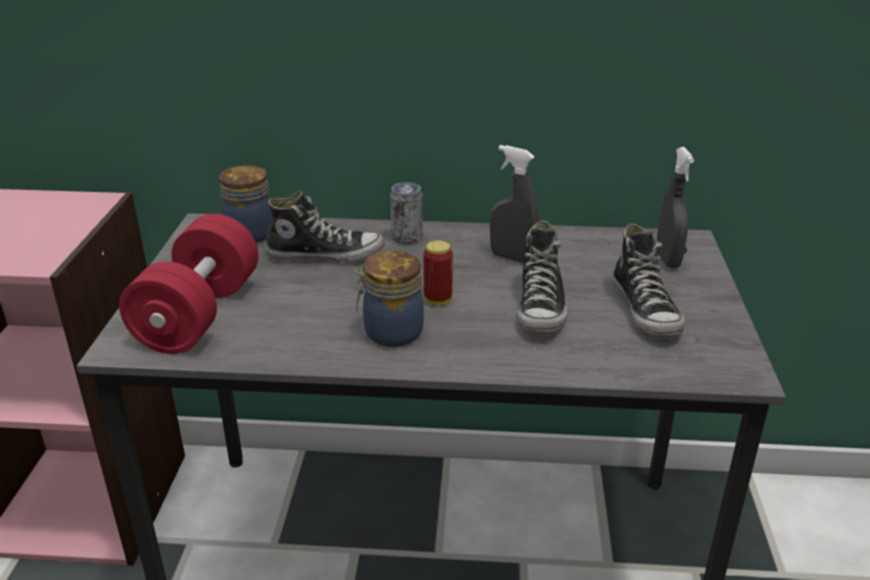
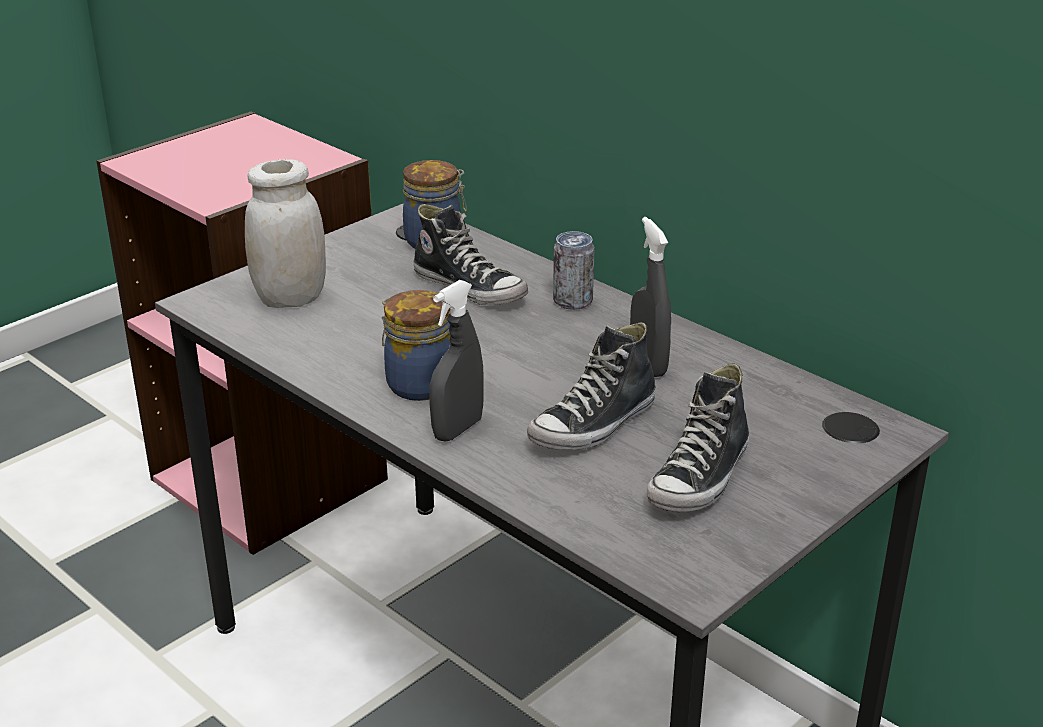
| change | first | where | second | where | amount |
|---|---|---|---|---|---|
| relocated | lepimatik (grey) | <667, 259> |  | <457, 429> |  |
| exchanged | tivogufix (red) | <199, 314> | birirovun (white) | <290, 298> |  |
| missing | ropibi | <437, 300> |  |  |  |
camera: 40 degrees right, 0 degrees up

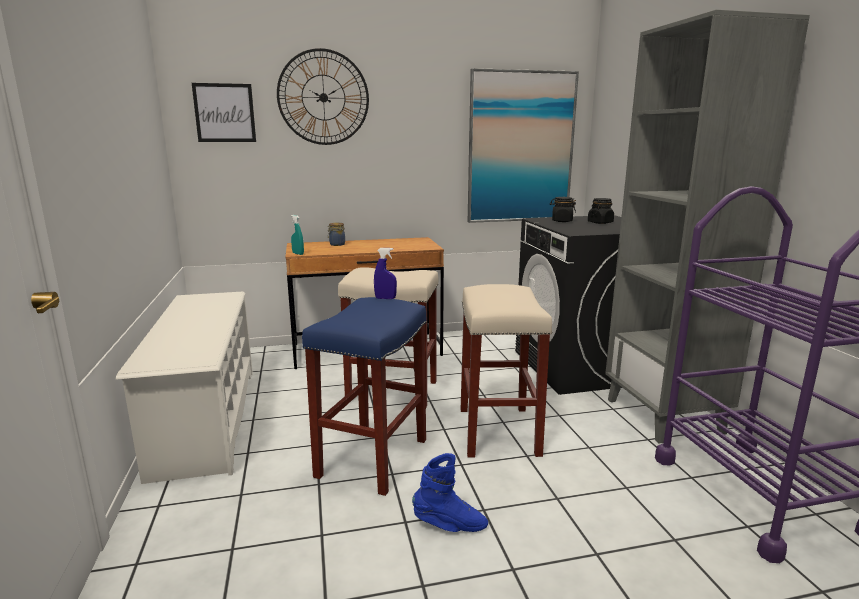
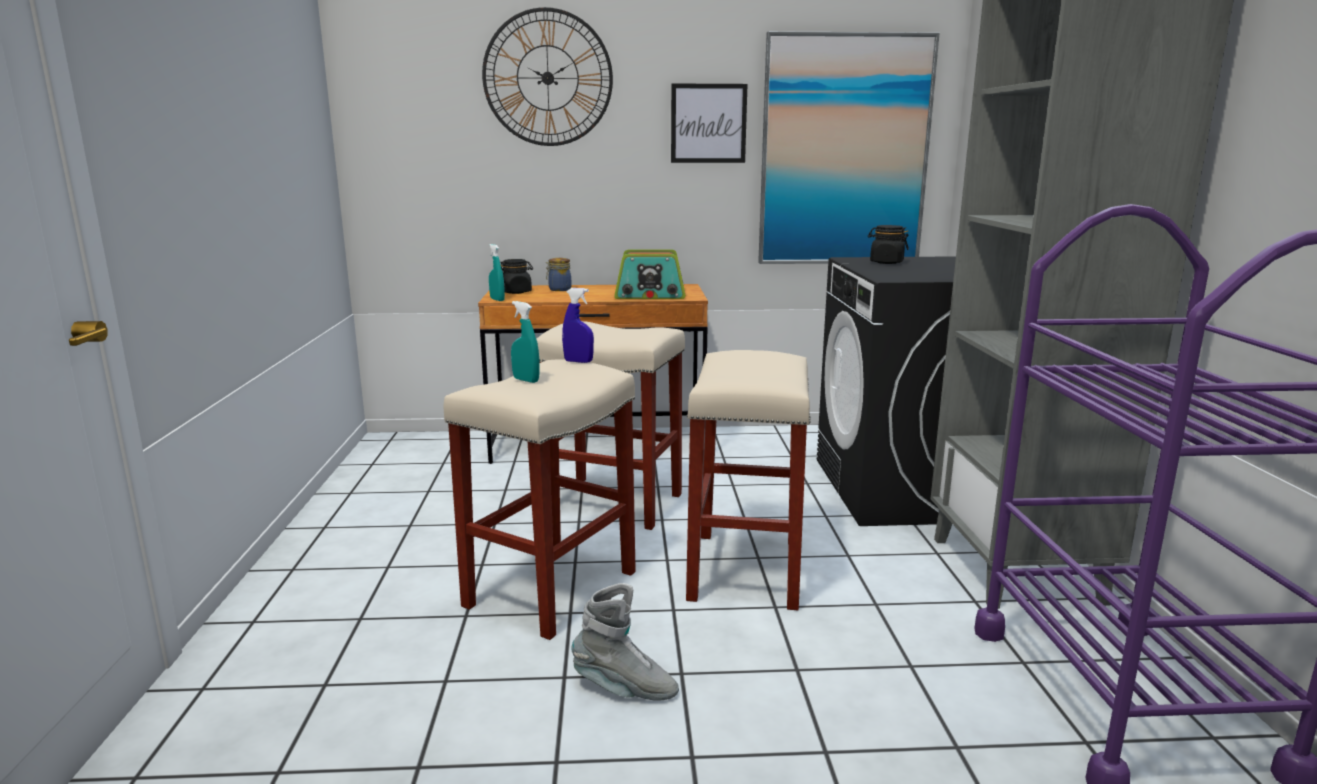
| change | first | where | second | where | amount |
|---|---|---|---|---|---|
| relocated | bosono | <224, 113> |  | <708, 123> |  |
| relocated | birirovun (black) | <600, 222> |  | <516, 292> |  |
| missing | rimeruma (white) | <206, 418> |  |  |  |
| colour | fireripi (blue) | <372, 457> | fireripi (beige) | <552, 587> |  |
| colour | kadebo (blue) | <450, 525> | kadebo (grey) | <624, 689> |  |
| appeared |  |  | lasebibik | <650, 295> |  |
| appeared |  |  | lepimatik (turquoise) | <526, 380> |  |
camera: 10 degrees right, 0 degrees up

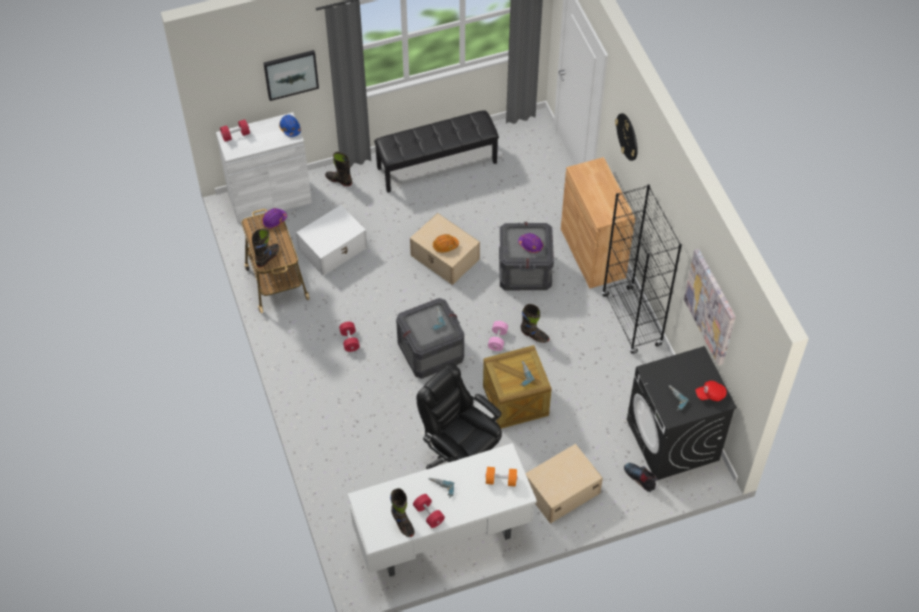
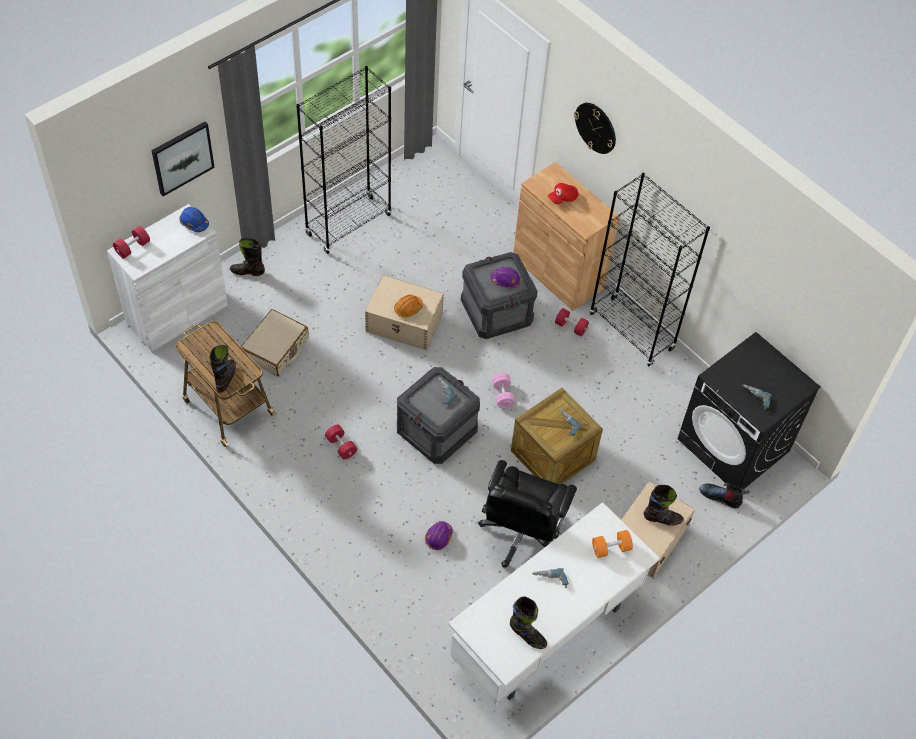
| change | first | where | second | where | amount |
|---|---|---|---|---|---|
| exchanged | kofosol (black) | <437, 164> | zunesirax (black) | <348, 224> |  |
| exchanged | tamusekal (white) | <333, 248> | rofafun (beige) | <275, 349> |  |
| relocated | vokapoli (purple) | <274, 220> |  | <438, 537> |  |
| missing | bosono | <711, 306> |  |  |  |
| relocated | kadebo (black) | <534, 335> |  | <662, 519> |  |
| spun | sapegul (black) | <460, 454> |  | <522, 534> | 90 degrees counterclockwise |
| relocated | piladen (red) | <710, 394> |  | <562, 198> |  |
| relocated | tivogufix (red) | <428, 514> |  | <571, 327> |  |
camera: 25 degrees left, 0 degrees up

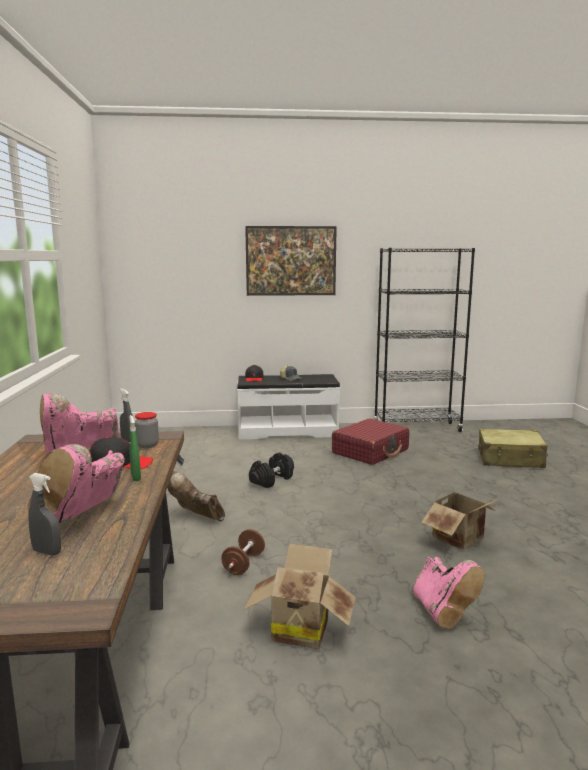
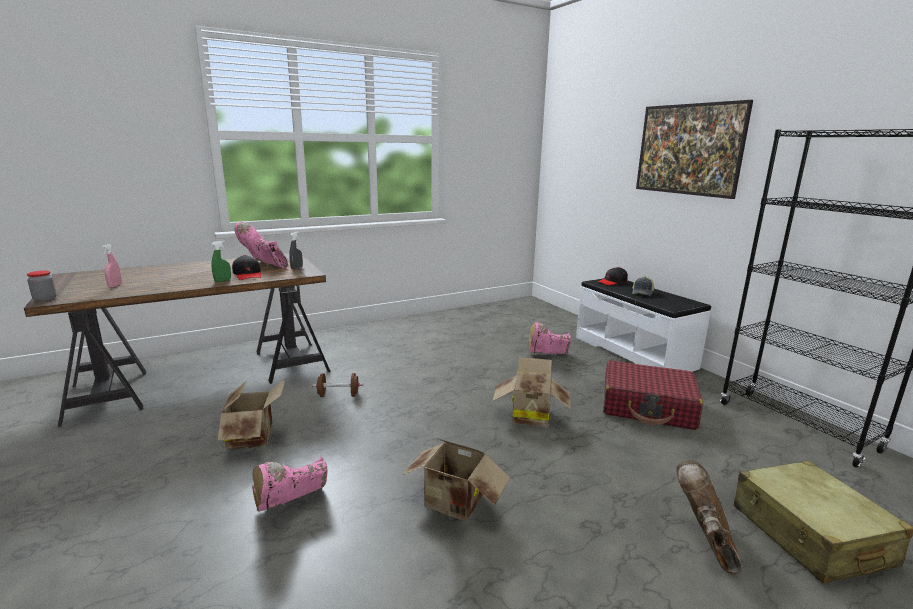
| change | first | where | second | where | amount |
|---|---|---|---|---|---|
| relocated | birirovun | <147, 445> |  | <45, 299> |  |
| relocated | kadebo (pink) | <82, 520> |  | <546, 356> |  |
| missing | tivogufix (black) | <271, 480> |  |  |  |
| relocated | kadebo (brown) | <197, 517> |  | <705, 541> |  |
| colour | lepimatik (grey) | <47, 552> | lepimatik (pink) | <115, 286> |  |
| appeared |  |  | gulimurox | <529, 415> |  |
camera: 65 degrees right, 5 degrees up

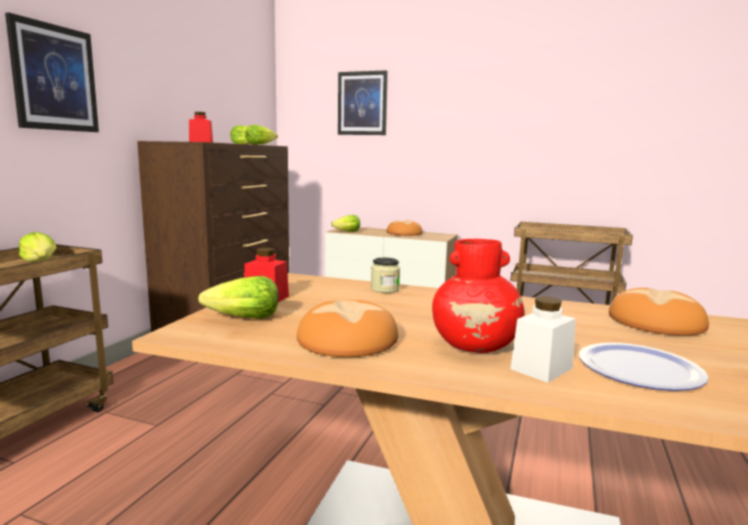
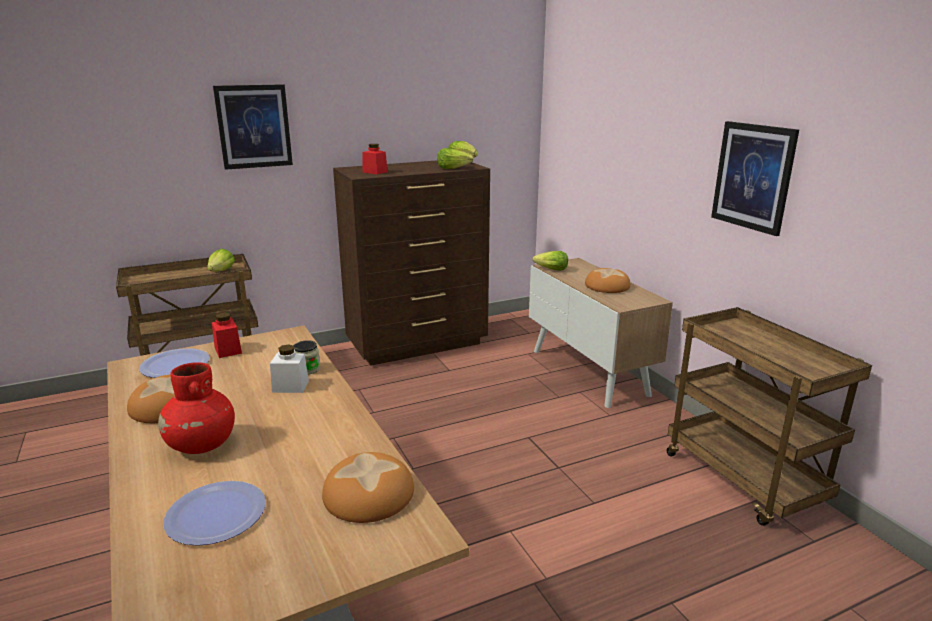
| change | first | where | second | where | amount |
|---|---|---|---|---|---|
| relocated | bosono | <362, 103> |  | <753, 177> |  |
| exchanged | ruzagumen | <243, 318> | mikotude | <175, 365> |  |
| relocated | birirovun (white) | <541, 368> |  | <290, 386> |  |
camera: 45 degrees right, 10 degrees up

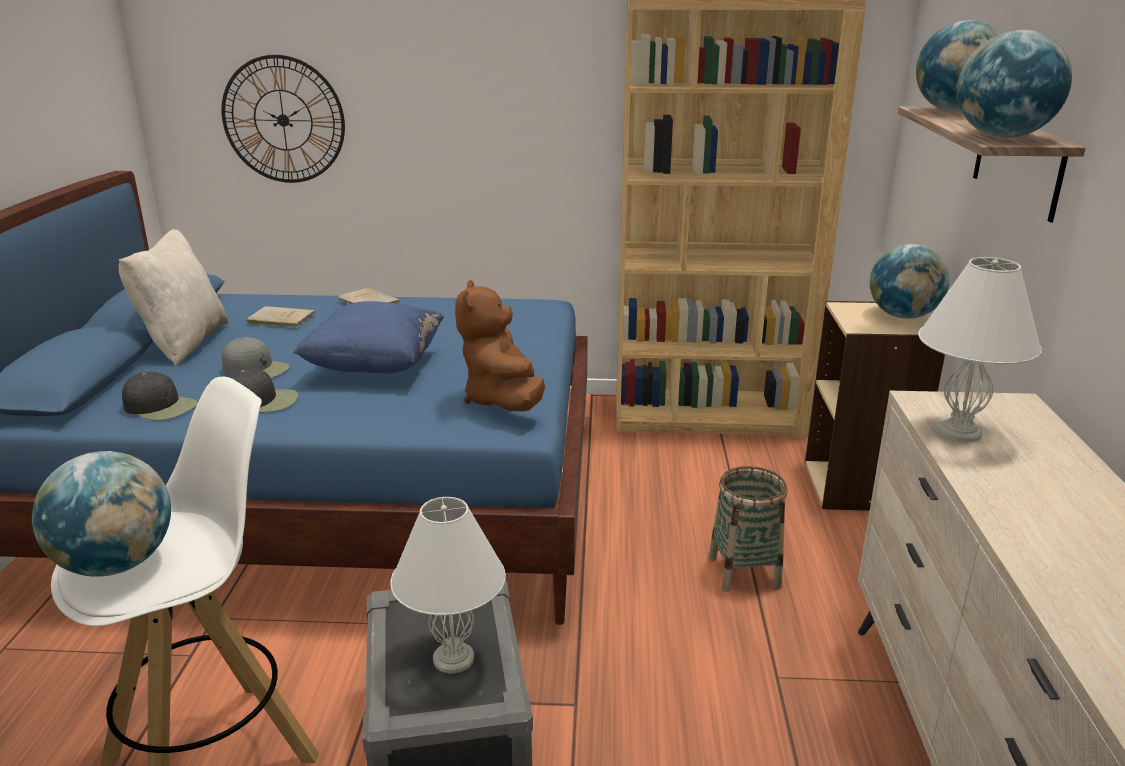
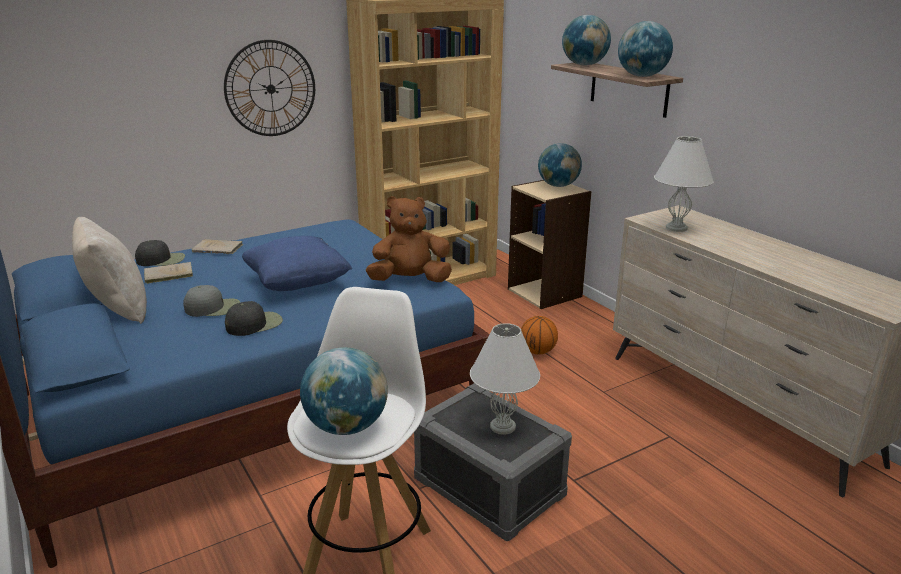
| change | first | where | second | where | amount |
|---|---|---|---|---|---|
| relocated | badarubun | <283, 120> |  | <270, 88> |  |
| spun | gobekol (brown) | <503, 400> |  | <410, 280> | 120 degrees clockwise |
| relocated | piladen (black) | <161, 406> |  | <161, 260> |  |
| exchanged | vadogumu | <744, 572> | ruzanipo | <537, 351> |  |
camera: 35 degrees left, 0 degrees up

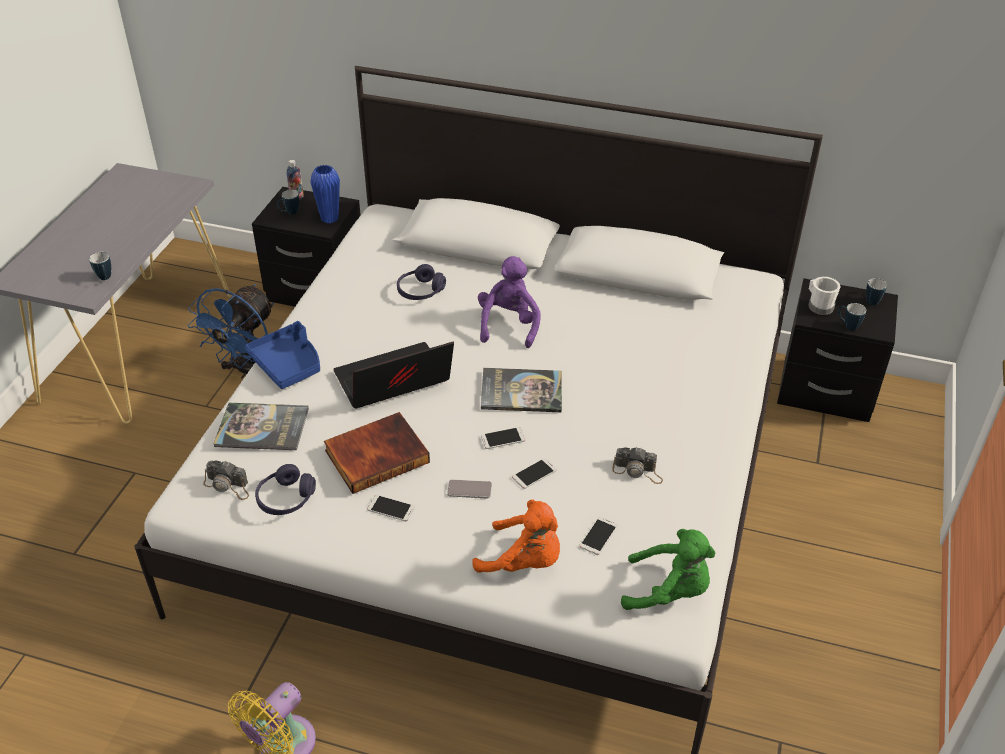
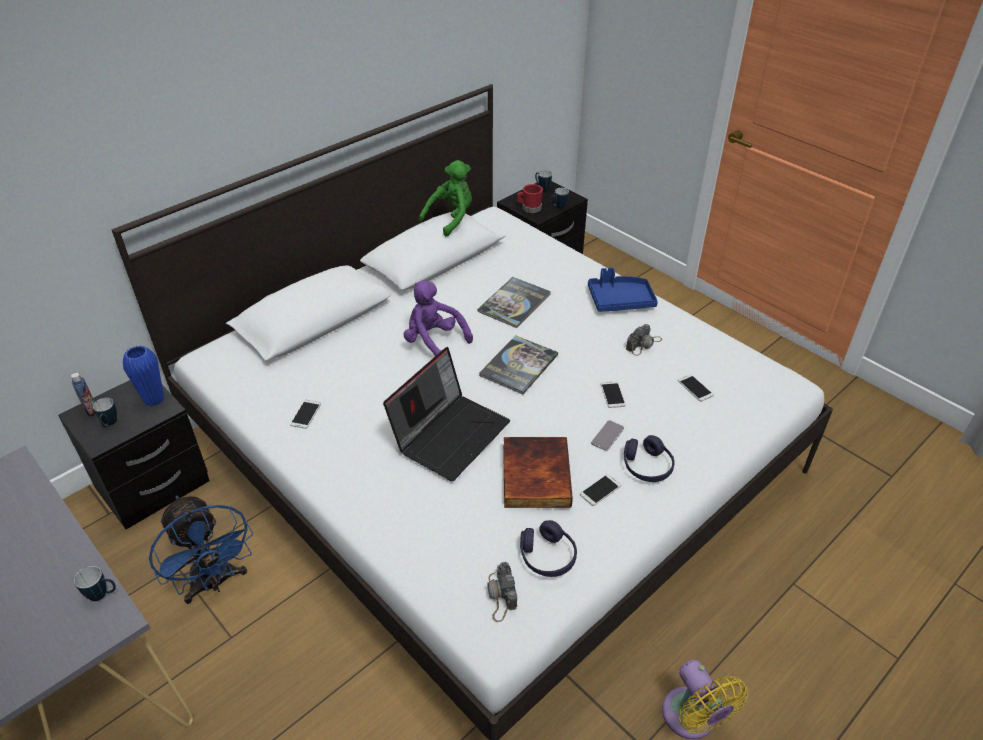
| change | first | where | second | where | amount |
|---|---|---|---|---|---|
| relocated | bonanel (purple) | <420, 291> |  | <647, 466> |  |
| colour | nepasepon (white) | <818, 305> | nepasepon (red) | <529, 208> |  |
| relocated | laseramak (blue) | <288, 364> |  | <620, 300> |  |
| spun | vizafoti | <392, 383> |  | <450, 433> | 150 degrees counterclockwise |
| relocated | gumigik | <262, 427> |  | <514, 303> |  |
| relocated | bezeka | <503, 438> |  | <306, 414> |  |
| spun | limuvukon | <228, 486> |  | <501, 596> | 120 degrees clockwise |
| missing | gobekol (orange) | <524, 561> |  |  |  |
| relocated | gobekol (green) | <669, 591> |  | <451, 219> |  |
camera: 60 degrees left, 0 degrees up

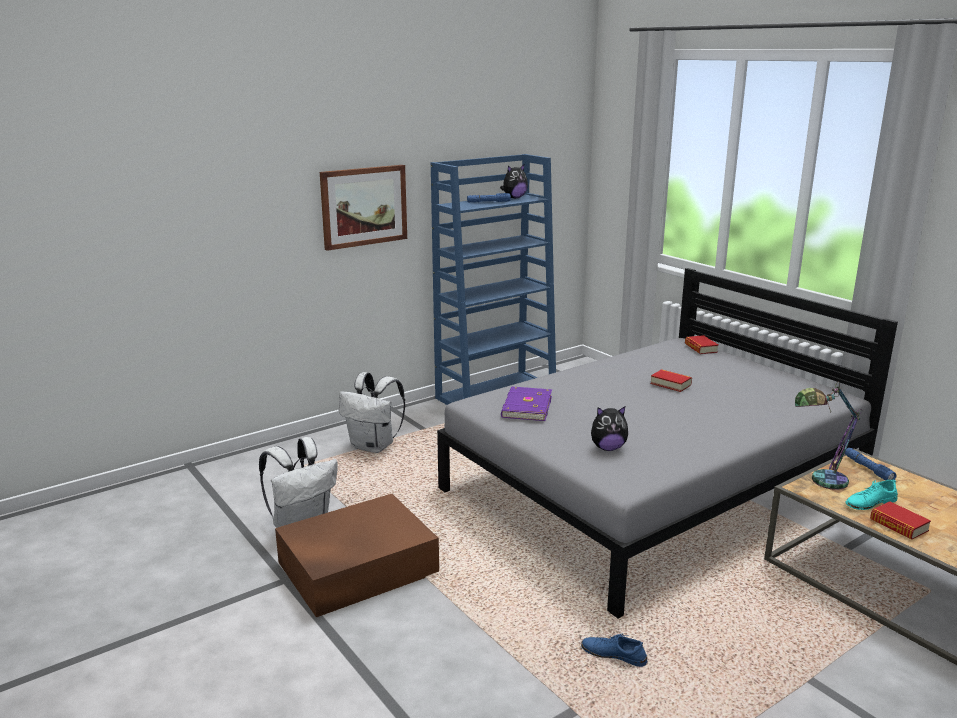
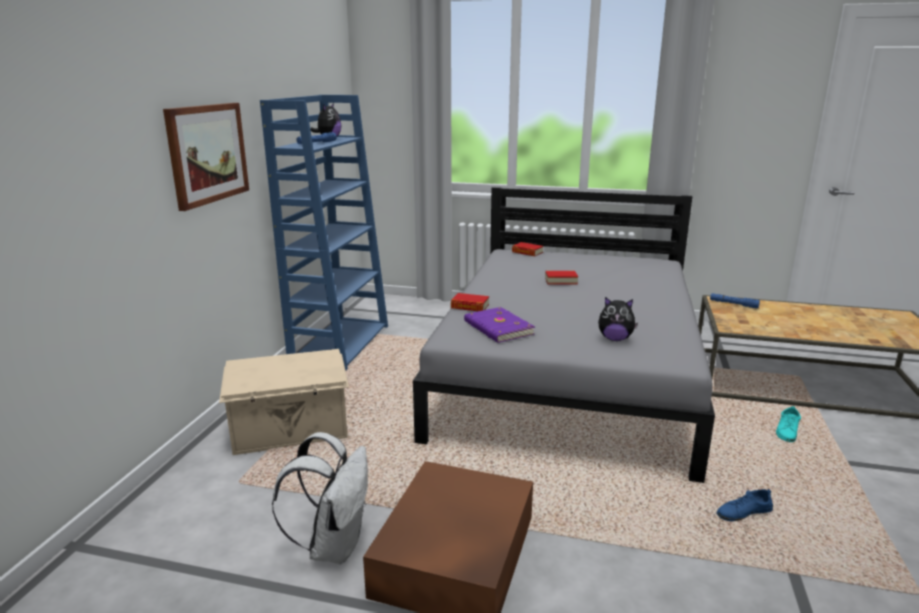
| change | first | where | second | where | amount |
|---|---|---|---|---|---|
| exchanged | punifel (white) | <374, 446> | tamusekal (beige) | <291, 430> |  |
| missing | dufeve | <819, 481> |  |  |  |
| spun | gobekol | <608, 448> |  | <615, 339> | 60 degrees clockwise |
| relocated | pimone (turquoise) | <870, 503> |  | <787, 431> |  |
| relocated | gumigik | <898, 525> |  | <470, 306> |  |
camera: 40 degrees left, 0 degrees up

